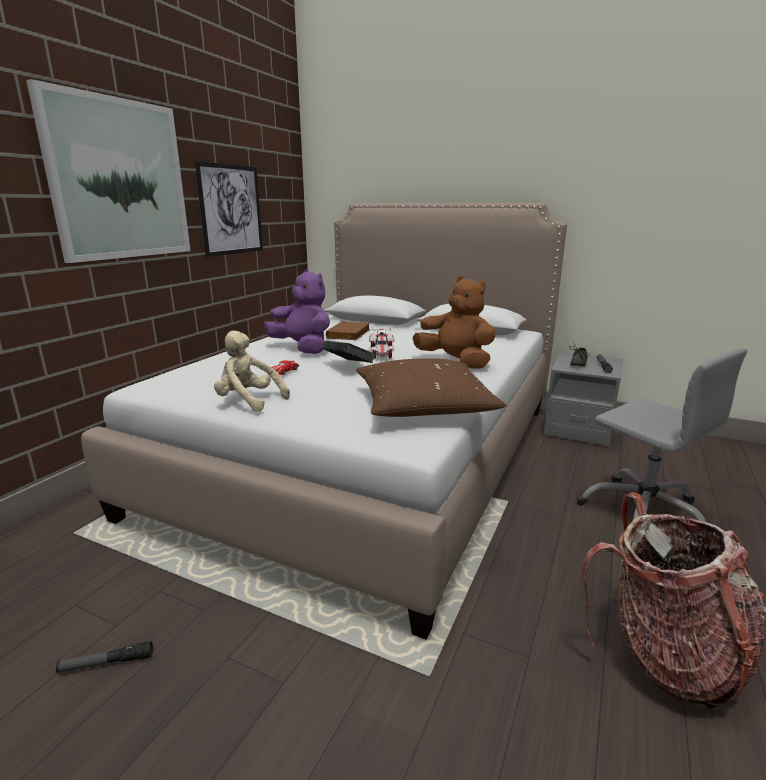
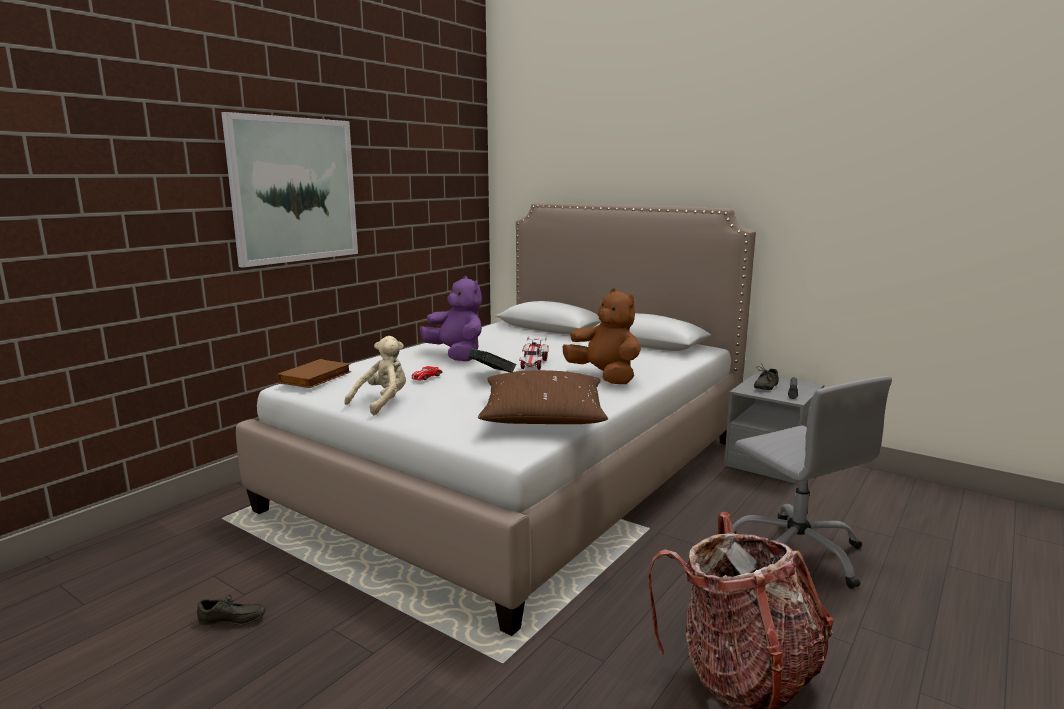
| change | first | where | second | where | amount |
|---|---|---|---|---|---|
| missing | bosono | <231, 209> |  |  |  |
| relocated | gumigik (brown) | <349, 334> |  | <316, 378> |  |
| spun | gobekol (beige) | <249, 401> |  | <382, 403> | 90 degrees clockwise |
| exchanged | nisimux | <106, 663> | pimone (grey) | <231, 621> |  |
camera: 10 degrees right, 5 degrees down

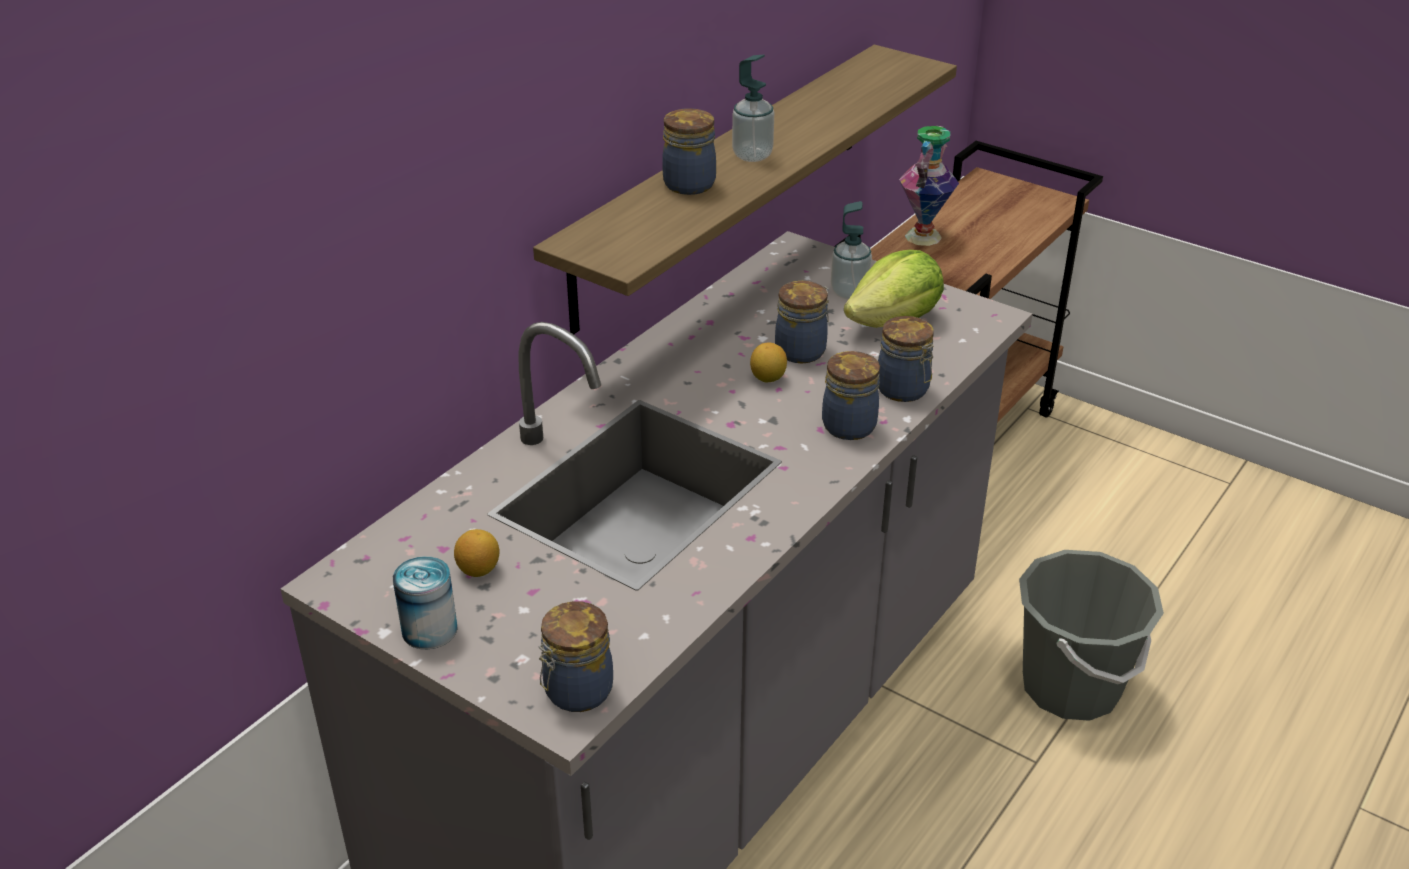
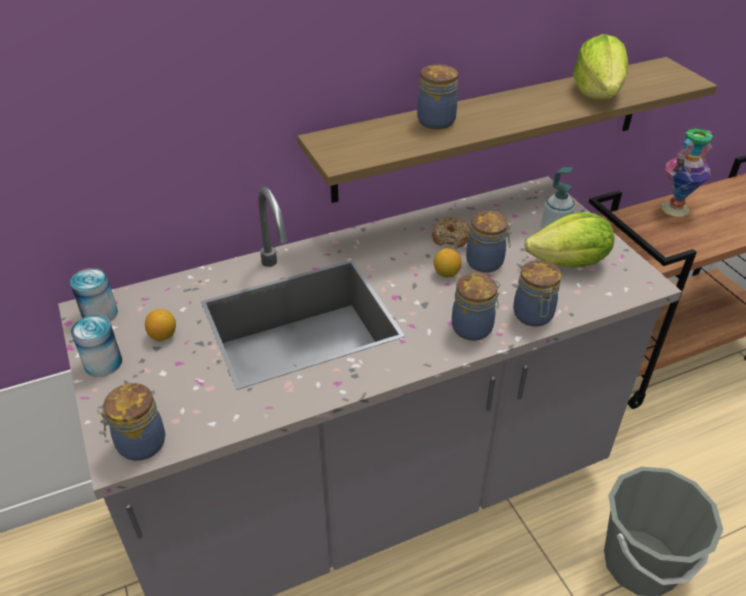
| change | first | where | second | where | amount |
|---|---|---|---|---|---|
| missing | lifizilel | <752, 155> |  |  |  |
| appeared |  |  | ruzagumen | <597, 93> |  |
| appeared |  |  | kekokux | <451, 238> |  |
| appeared |  |  | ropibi | <100, 314> |  |
camera: 30 degrees right, 5 degrees up

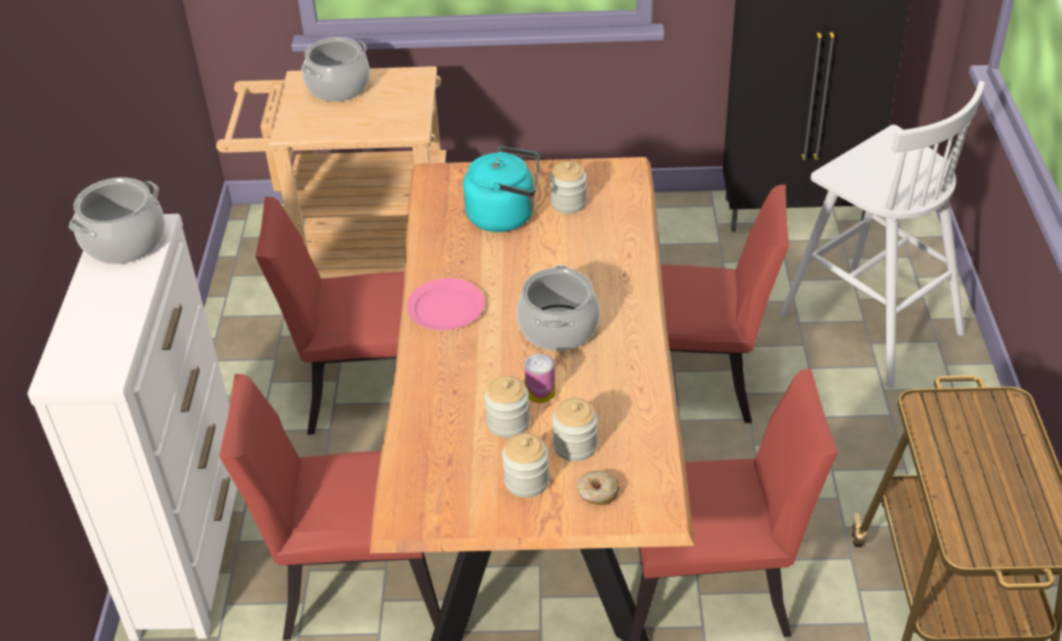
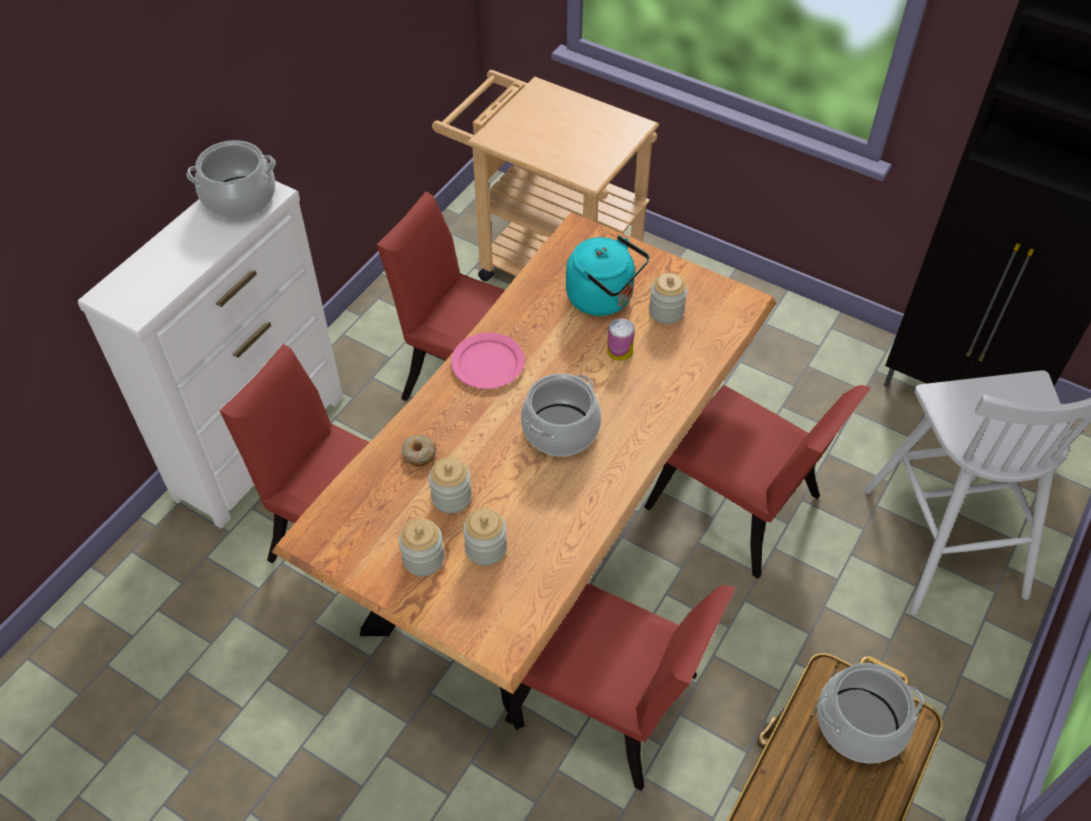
| change | first | where | second | where | amount |
|---|---|---|---|---|---|
| relocated | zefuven | <338, 87> |  | <860, 724> |  |
| relocated | ropibi | <540, 392> |  | <619, 350> |  |
| relocated | kekokux | <597, 493> |  | <419, 454> |  |
camera: 30 degrees right, 10 degrees up

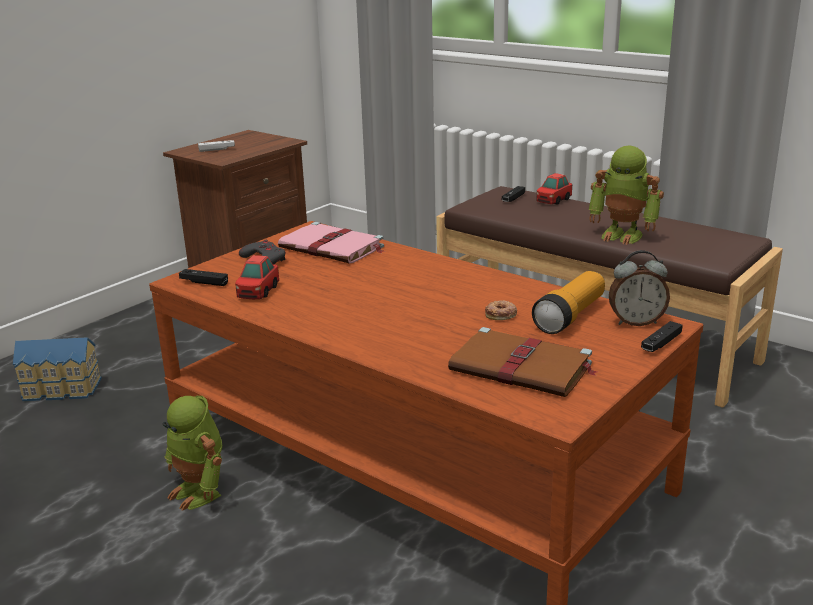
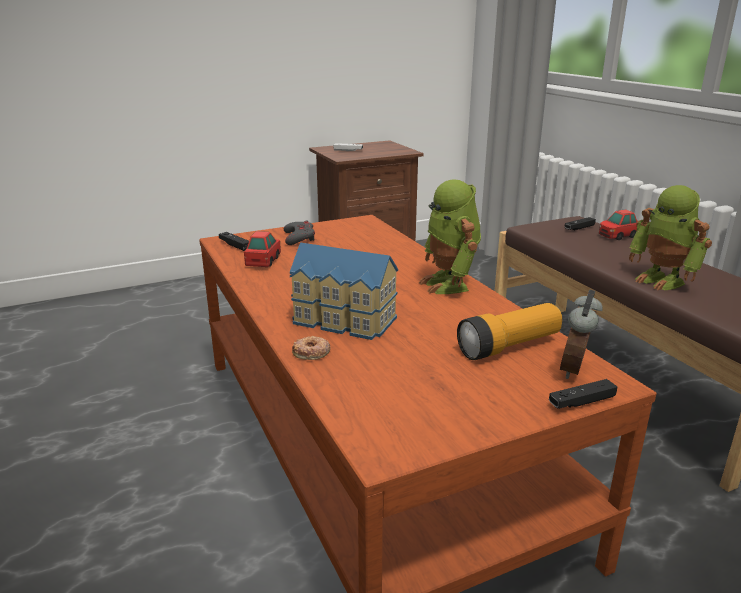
| change | first | where | second | where | amount |
|---|---|---|---|---|---|
| missing | gumigik (pink) | <333, 248> |  |  |  |
| spun | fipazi | <636, 322> |  | <575, 370> | 90 degrees clockwise |
| spun | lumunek | <258, 292> |  | <264, 261> | 150 degrees clockwise |
| relocated | kekokux | <501, 314> |  | <311, 352> |  |
| missing | gumigik (brown) | <523, 368> |  |  |  |
| relocated | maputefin | <61, 390> |  | <343, 321> |  |
| relocated | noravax | <200, 491> |  | <450, 284> |  |
camera: 25 degrees right, 0 degrees up

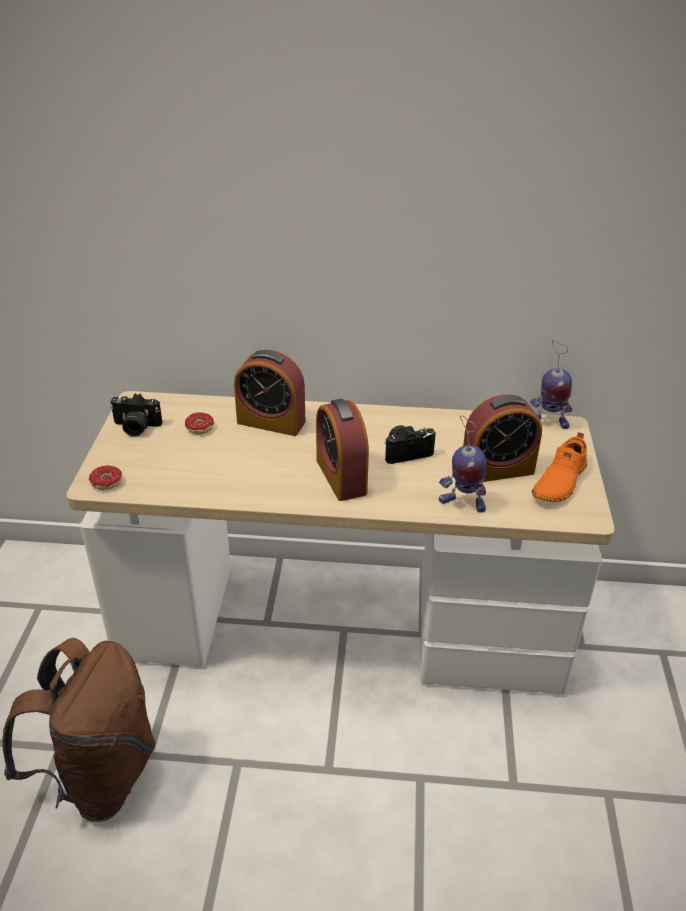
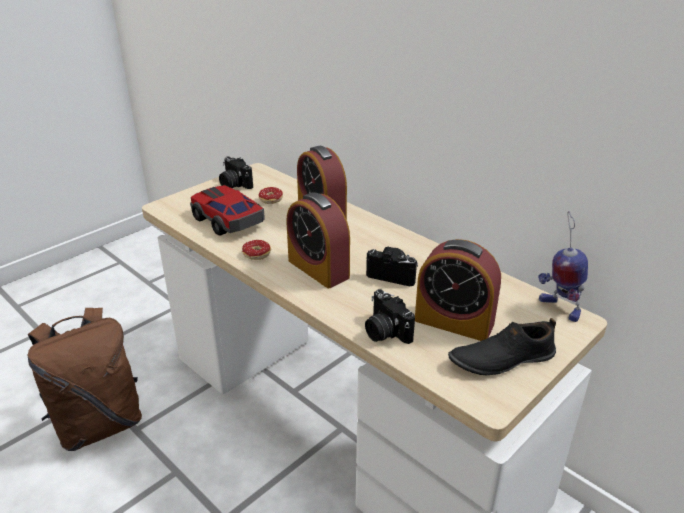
| change | first | where | second | where | amount |
|---|---|---|---|---|---|
| spun | fipazi | <341, 476> |  | <318, 269> | 60 degrees counterclockwise |
| exchanged | noravax | <462, 503> | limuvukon | <385, 332> |  |
| colour | pimone (orange) | <558, 481> | pimone (black) | <501, 359> |  |
| relocated | kekokux | <106, 486> |  | <253, 257> |  |
| appeared |  |  | lumunek | <228, 220> |  |
camera: 40 degrees right, 5 degrees down

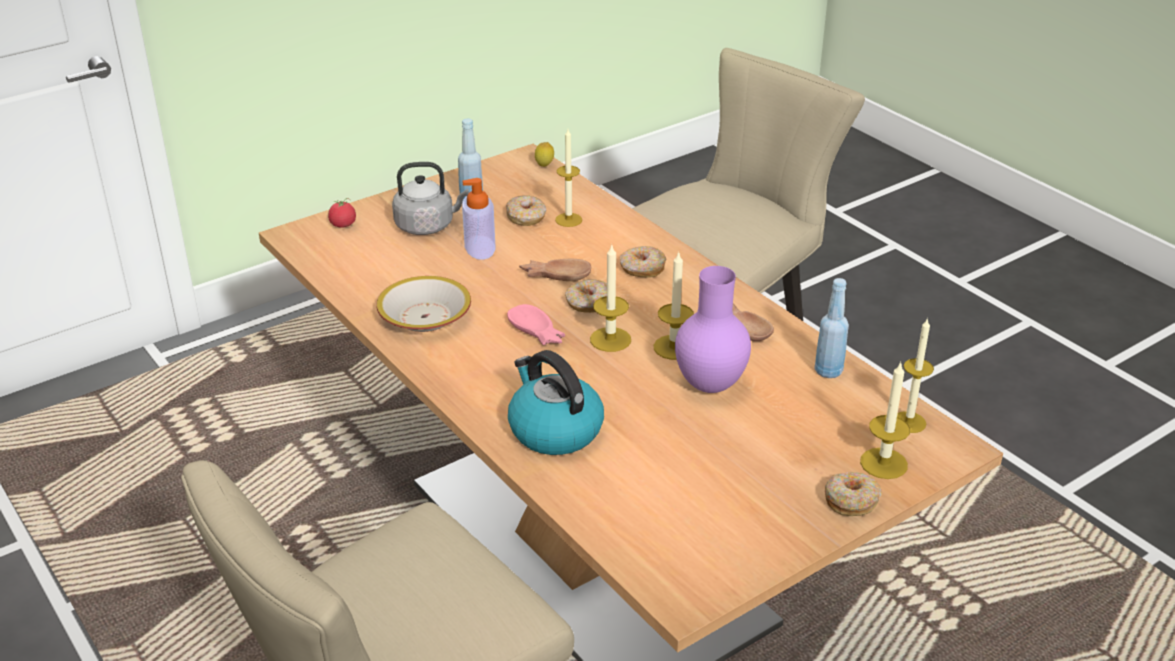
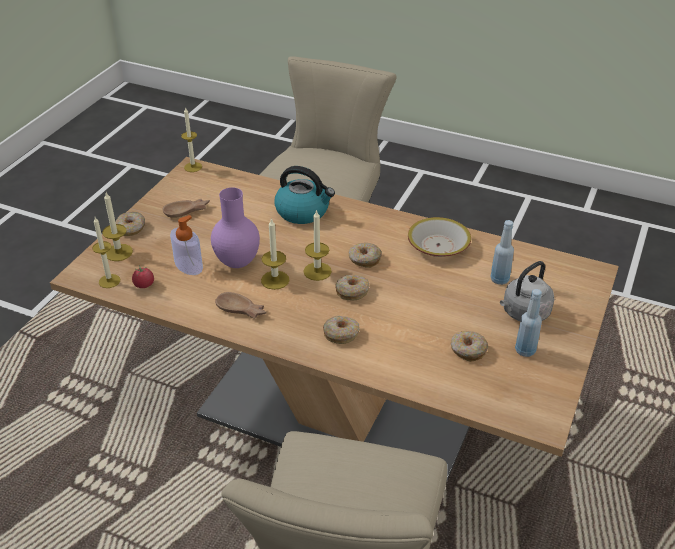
| change | first | where | second | where | amount |
|---|---|---|---|---|---|
| relocated | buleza | <568, 220> |  | <193, 167> |  |
| missing | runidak | <544, 166> |  |  |  |
| relocated | lifizilel | <480, 247> |  | <188, 265> |  |
| relocated | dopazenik | <343, 225> |  | <144, 285> |  |
| relocated | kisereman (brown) | <555, 275> |  | <187, 212> |  |
| relocated | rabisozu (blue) | <828, 371> |  | <499, 279> |  |
| exchanged | kisereman (pink) | <536, 333> | kekokux | <364, 259> |  |
camera: 150 degrees right, 5 degrees up

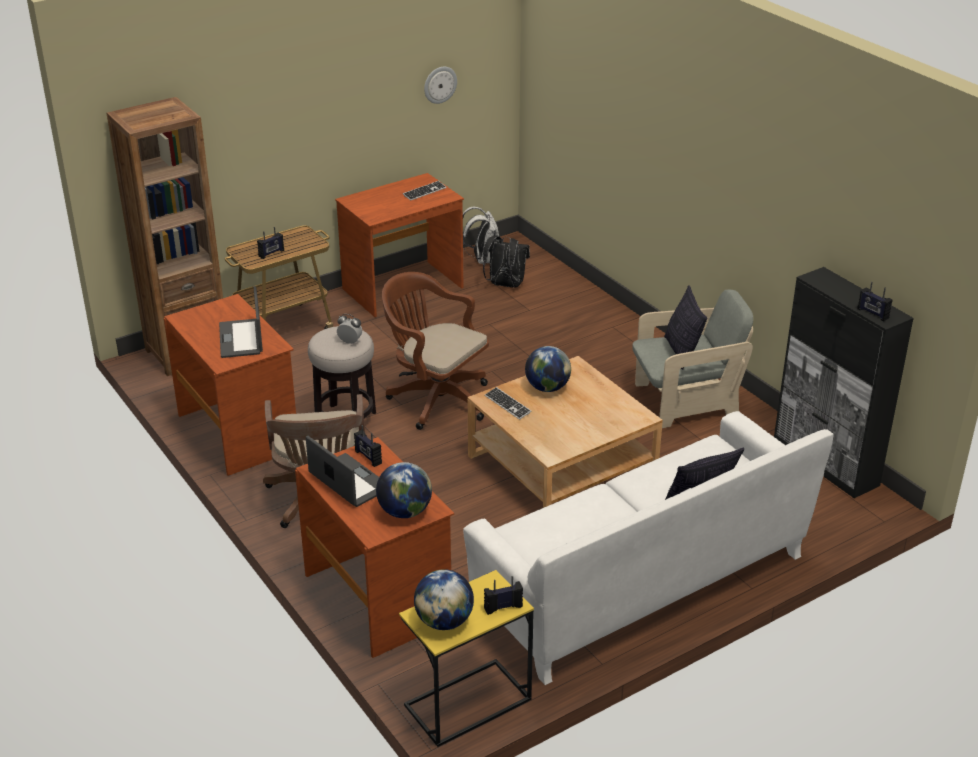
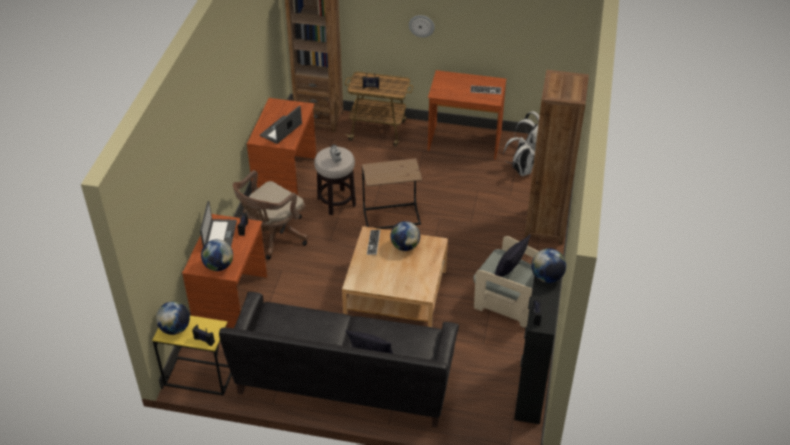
| change | first | where | second | where | amount |
|---|---|---|---|---|---|
| relocated | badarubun | <440, 84> |  | <421, 25> |  |
| colour | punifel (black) | <505, 285> | punifel (white) | <520, 171> |  |
| exchanged | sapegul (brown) | <435, 398> | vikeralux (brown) | <391, 216> |  |
| colour | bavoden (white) | <642, 583> | bavoden (black) | <344, 381> |  |
| appeared |  |  | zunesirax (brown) | <546, 226> |  |
| appeared |  |  | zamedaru | <547, 277> |  |
camera: 45 degrees right, 10 degrees up

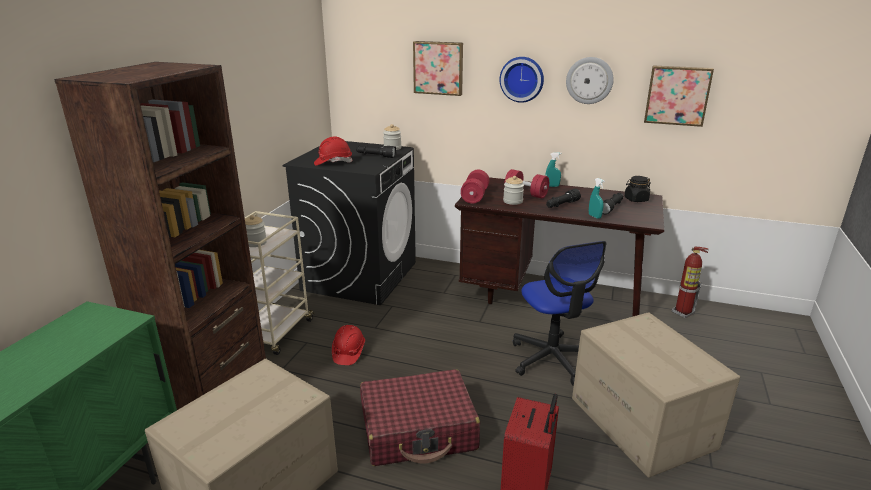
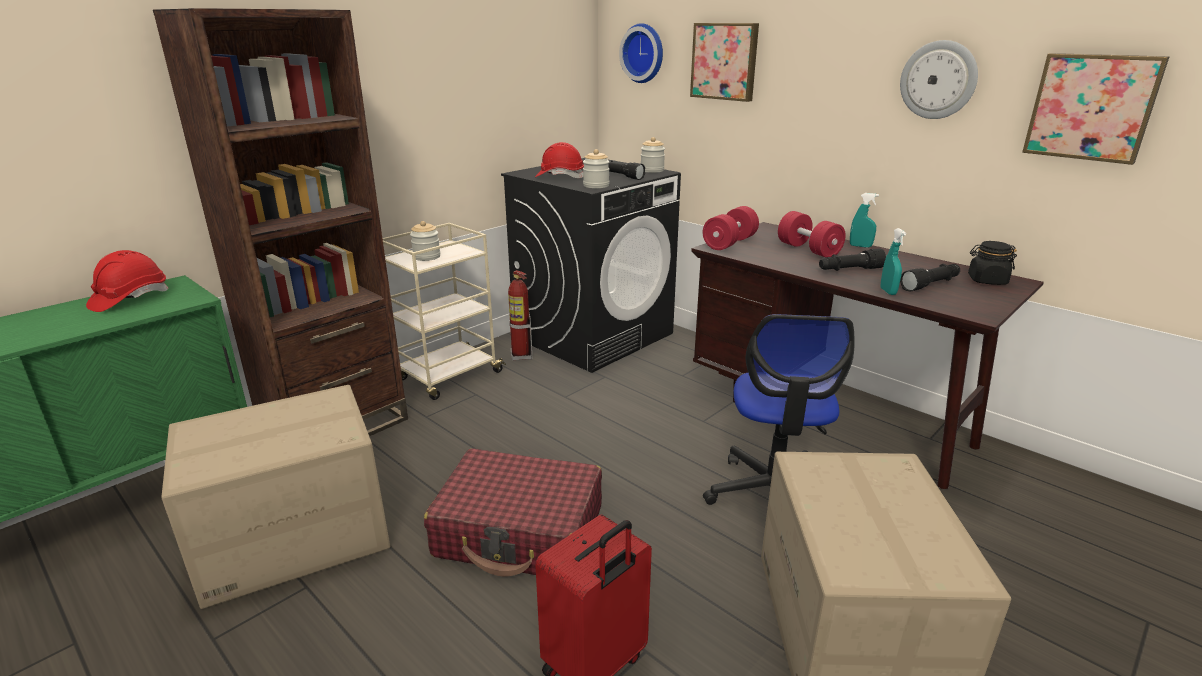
| change | first | where | second | where | amount |
|---|---|---|---|---|---|
| relocated | badarubun | <522, 79> |  | <644, 53> |  |
| relocated | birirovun | <513, 201> |  | <596, 185> |  |
| relocated | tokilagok | <683, 313> |  | <521, 356> |  |
| relocated | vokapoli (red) | <348, 352> |  | <129, 299> |  |
camera: 25 degrees right, 0 degrees up

